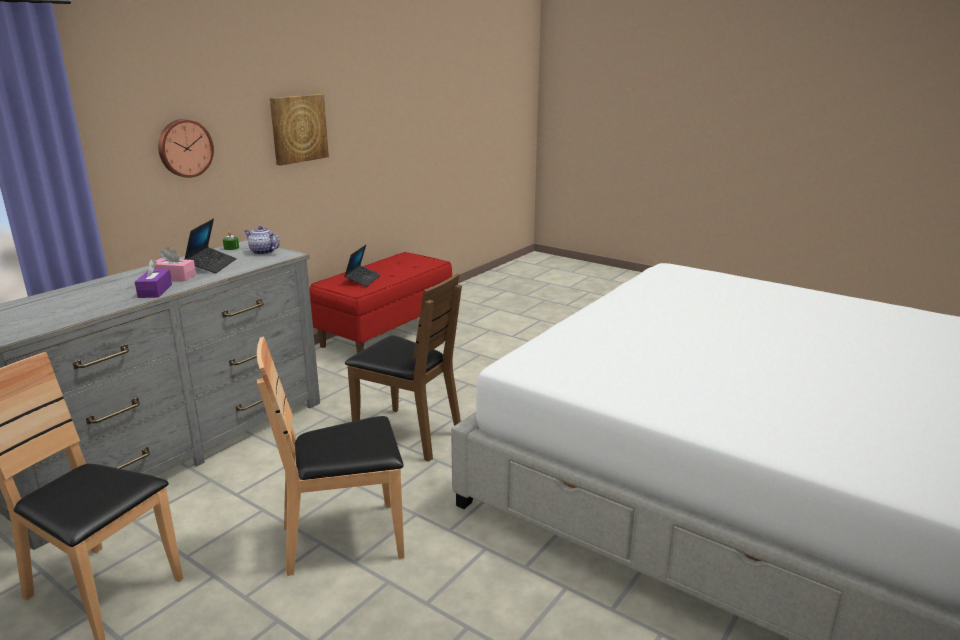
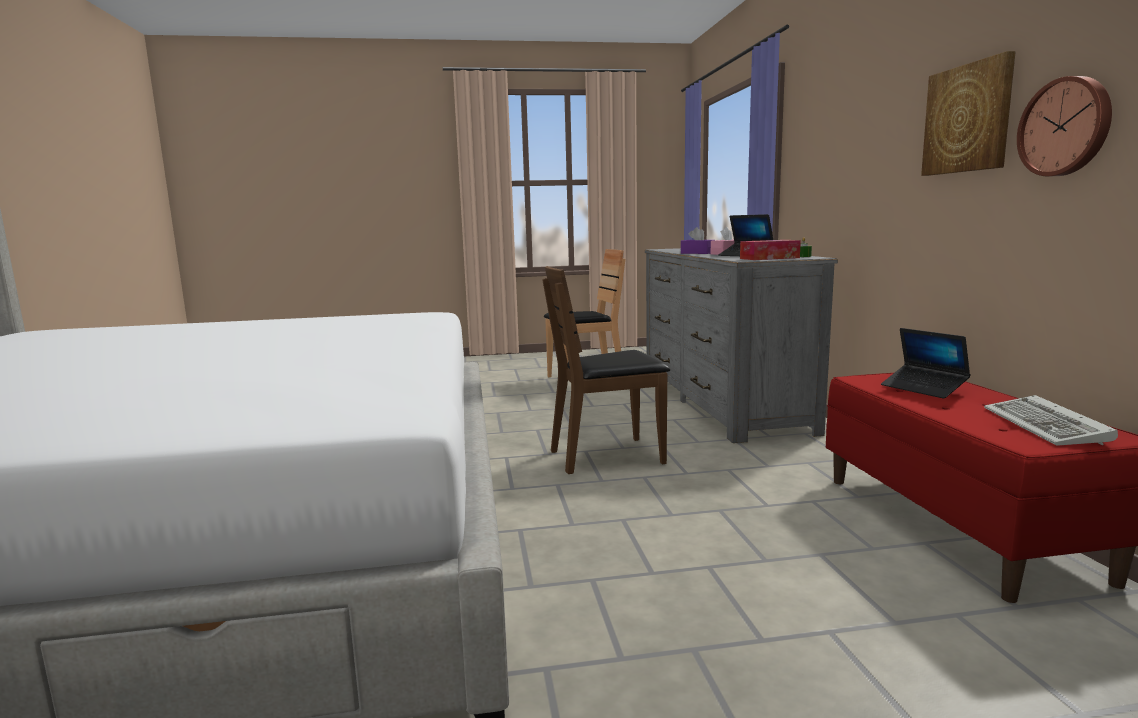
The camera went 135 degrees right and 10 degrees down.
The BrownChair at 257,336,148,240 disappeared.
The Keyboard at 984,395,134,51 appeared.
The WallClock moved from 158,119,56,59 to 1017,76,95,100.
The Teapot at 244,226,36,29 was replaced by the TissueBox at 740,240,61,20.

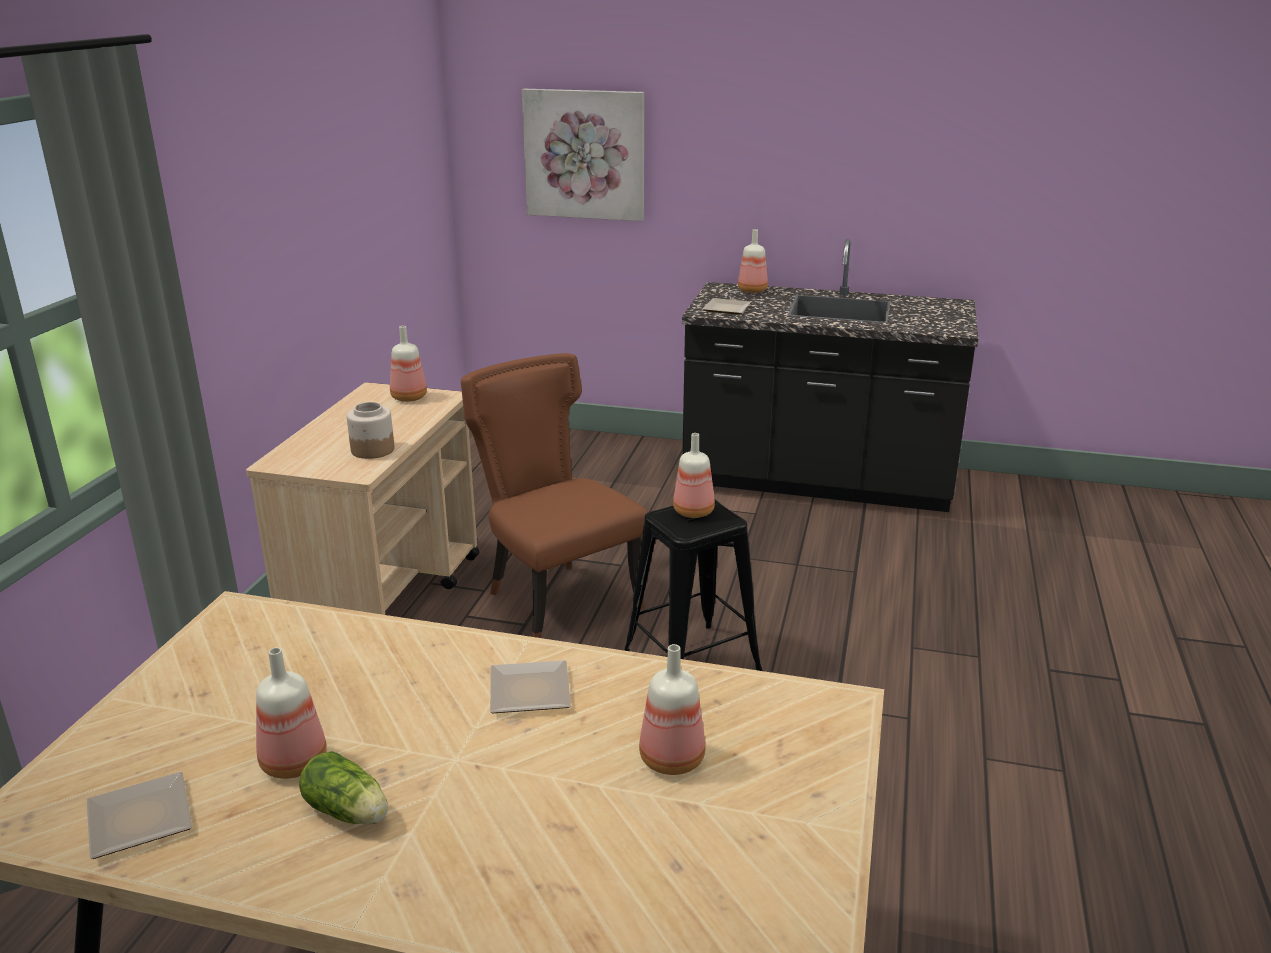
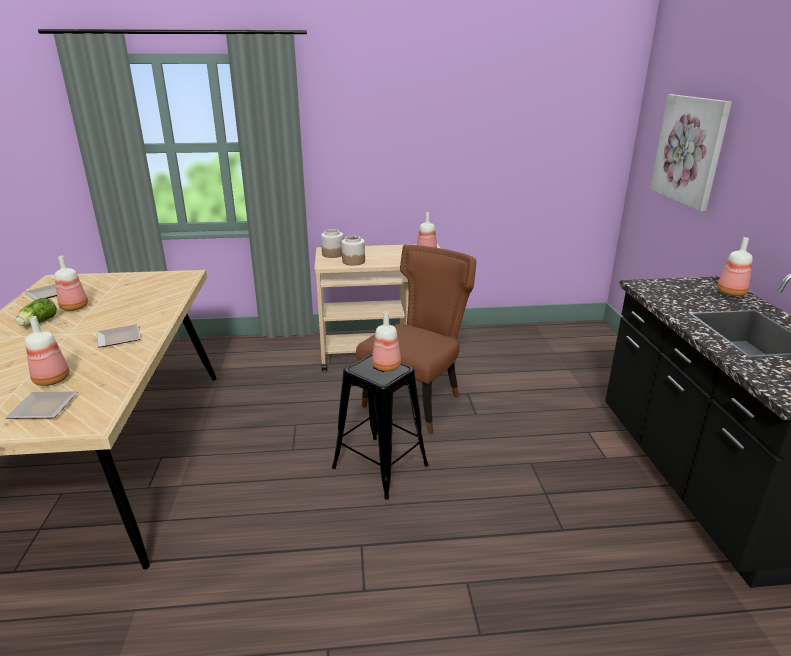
The camera went 70 degrees right and 0 degrees up.
The Jar at 321,229,23,29 appeared.
The Plate moved from 702,298,49,16 to 5,391,72,28.

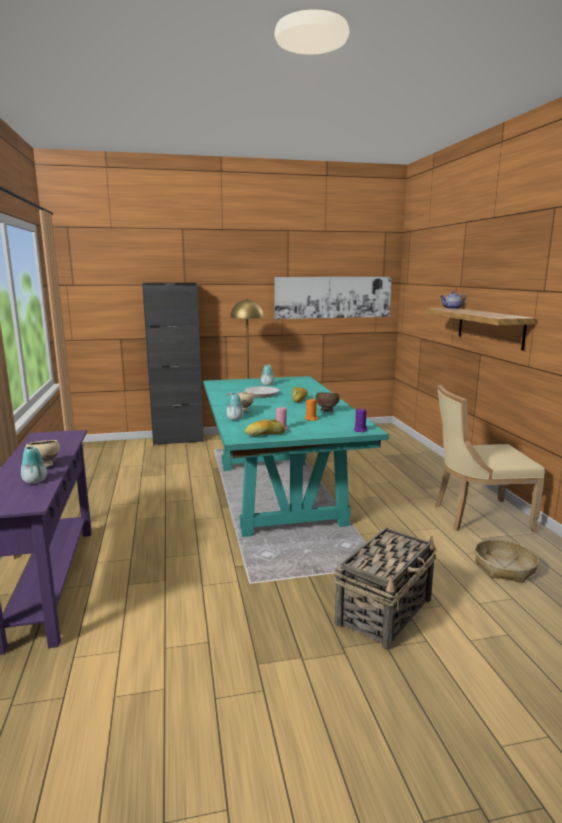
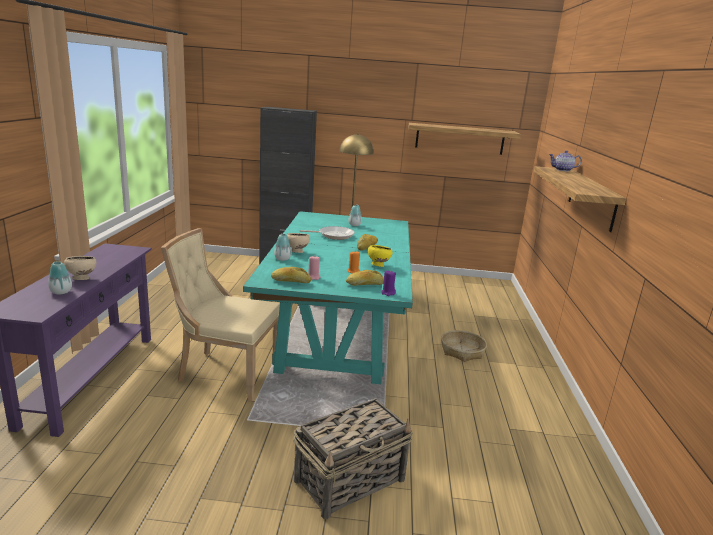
The camera went 15 degrees right and 5 degrees up.
The Bread at 346,270,38,16 appeared.
The BeigeChair moved from 435,385,110,148 to 161,228,119,173.
The Basket moved from 475,539,64,44 to 441,330,46,32.
The Picture at 274,277,118,42 was replaced by the Shelf at 408,123,113,32.
The BrownBowl at 315,392,25,20 became the YellowBowl at 368,245,25,22.

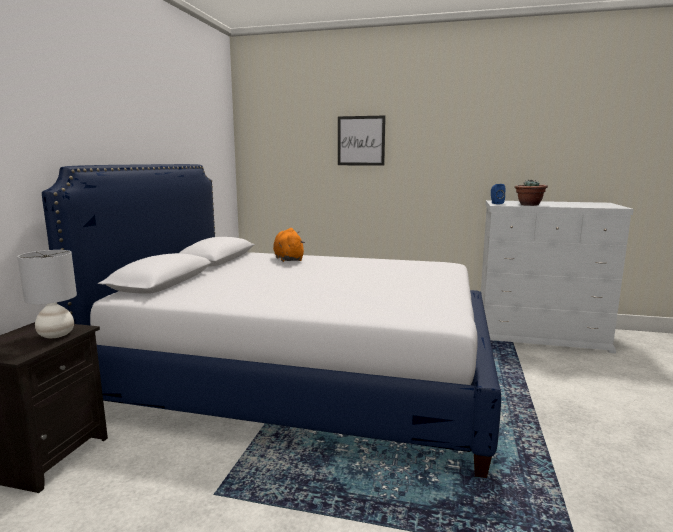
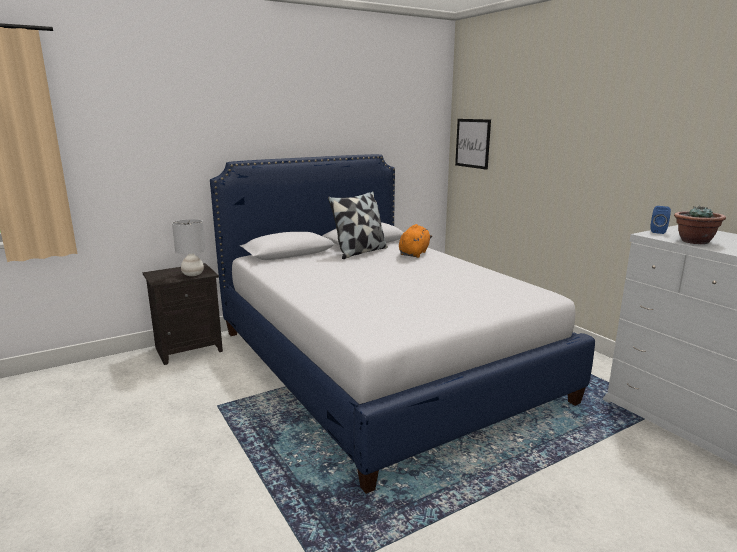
The camera went 45 degrees right and 5 degrees up.
The Pillow at 328,191,60,68 appeared.
The Picture moved from 338,115,48,51 to 455,119,36,51.

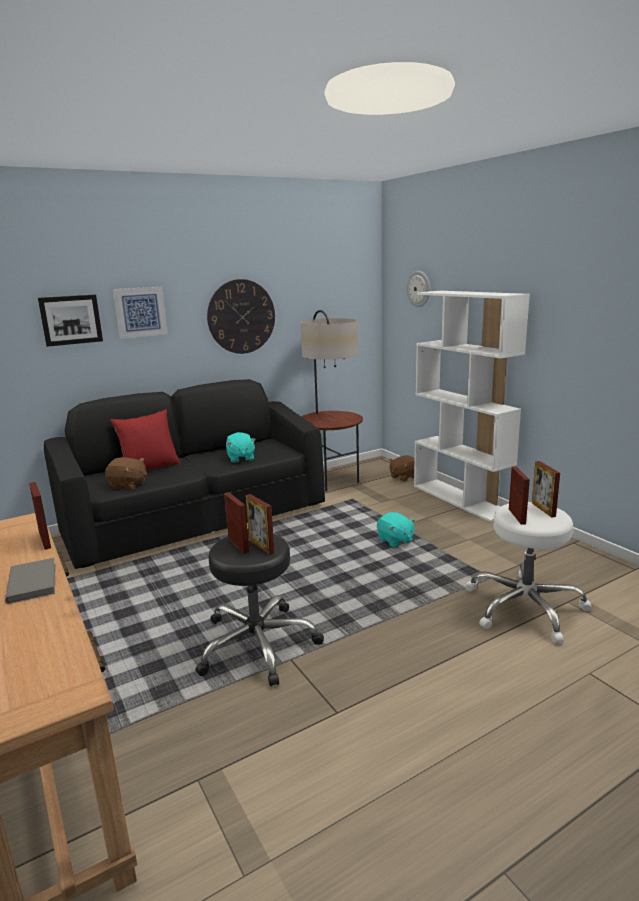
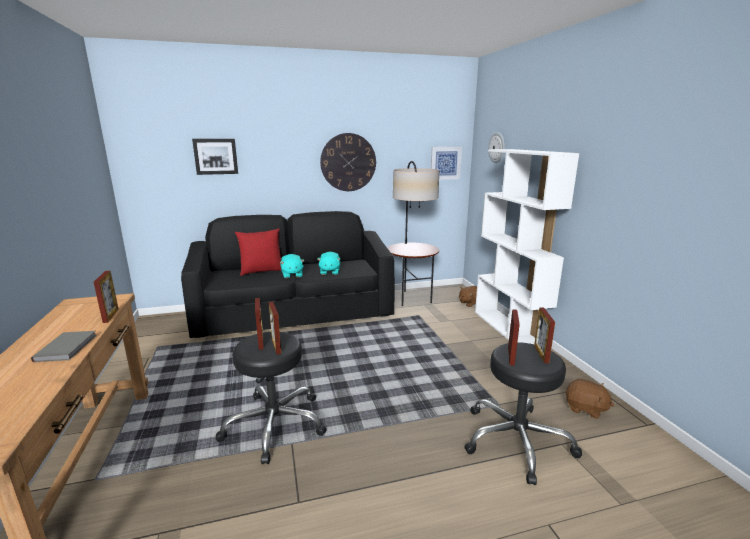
The camera went 15 degrees right and 0 degrees up.
The BrownPlushToy moved from 105,457,42,33 to 565,379,49,40.
The Picture moved from 113,287,55,52 to 431,147,31,33.
The TurquoisePlushToy moved from 377,512,38,35 to 280,254,24,24.
The WhiteStool at 465,502,127,141 became the BlackStool at 464,342,118,143.

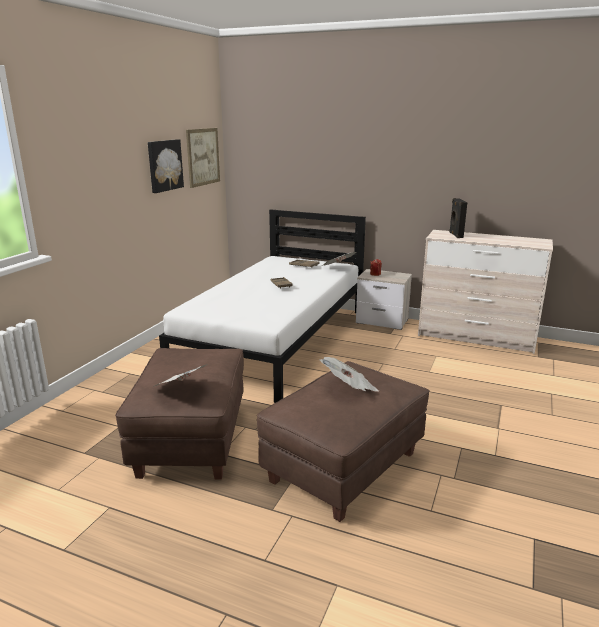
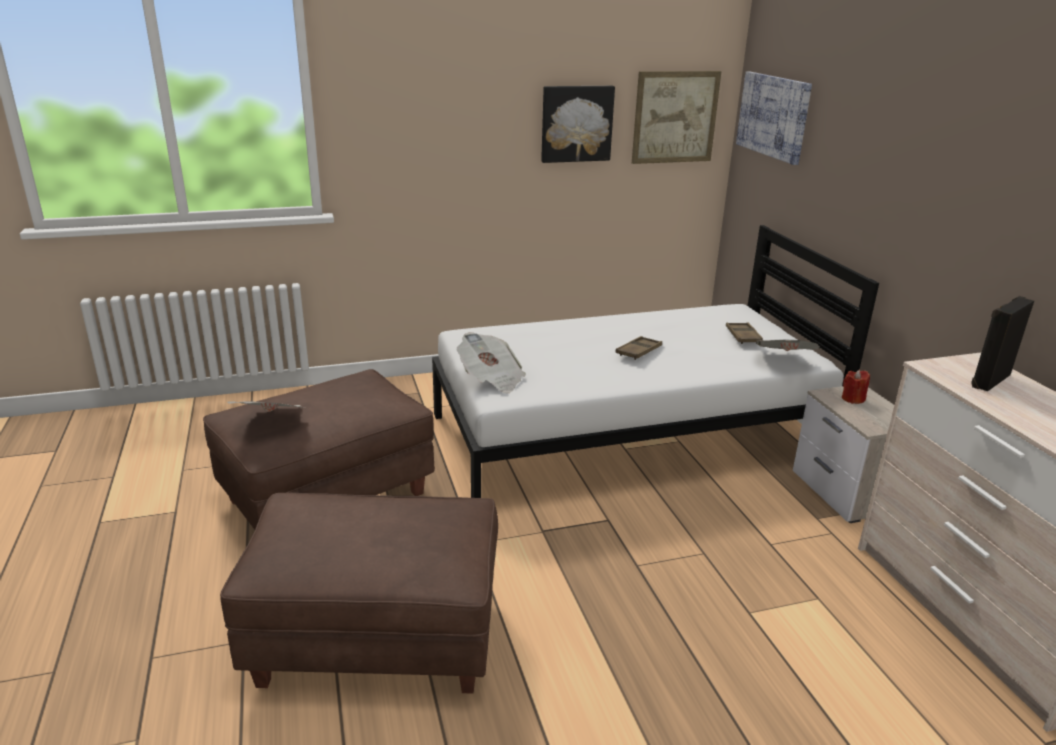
The camera went 50 degrees right and 5 degrees up.
The Picture at 736,71,76,94 appeared.
The Newspaper moved from 319,357,60,35 to 457,332,69,61.

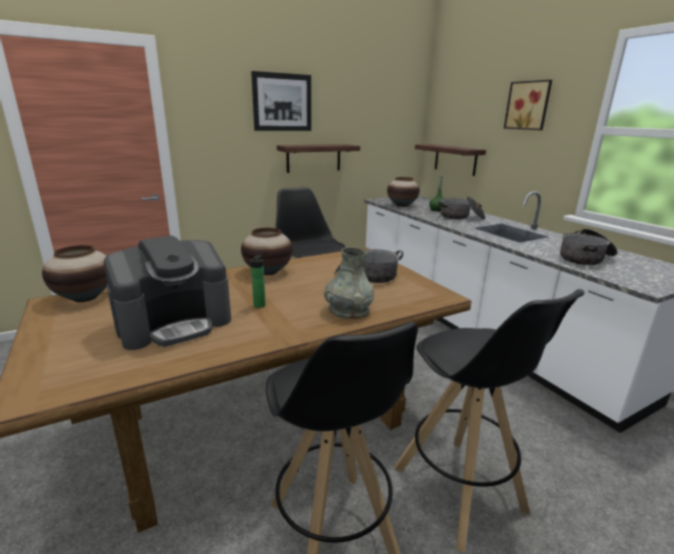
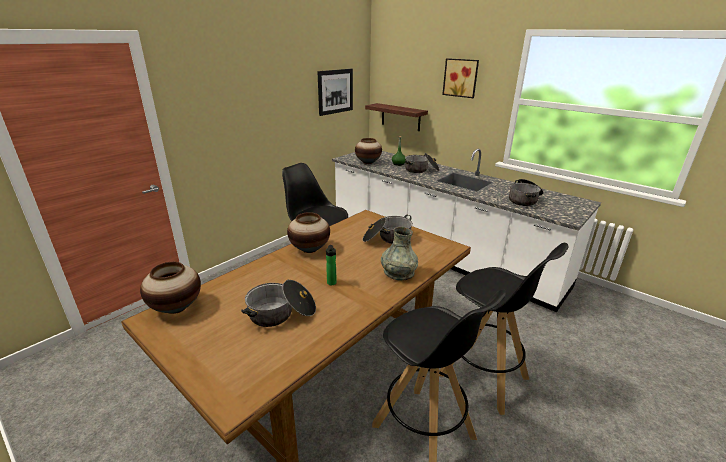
The camera went 20 degrees left and 5 degrees up.
The Shelf at 277,144,83,29 disappeared.
The Picture moved from 251,71,60,60 to 317,69,36,47.
The CoffeeMachine at 104,236,127,114 was replaced by the CookingPot at 241,280,75,47.

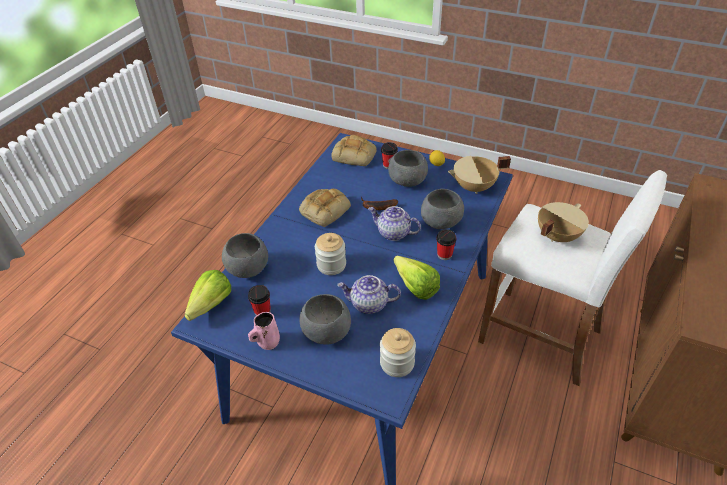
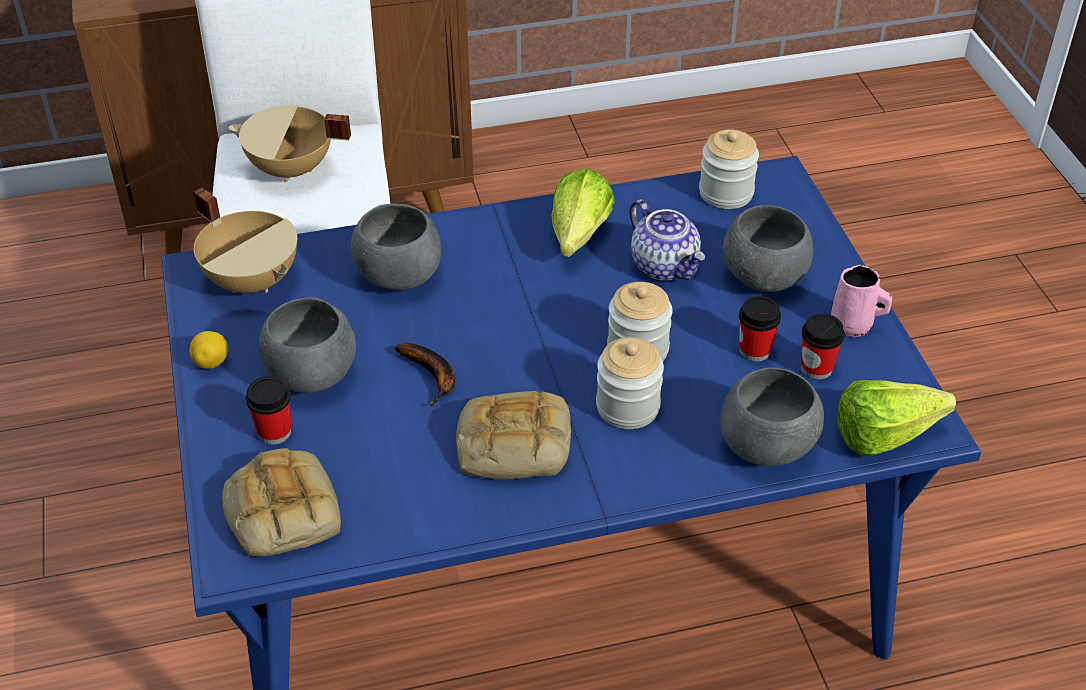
The camera went 130 degrees left and 0 degrees up.
The Teapot at 368,206,53,35 disappeared.
The Jar at 596,337,68,92 appeared.
The Cup moved from 436,229,20,31 to 739,296,42,66.

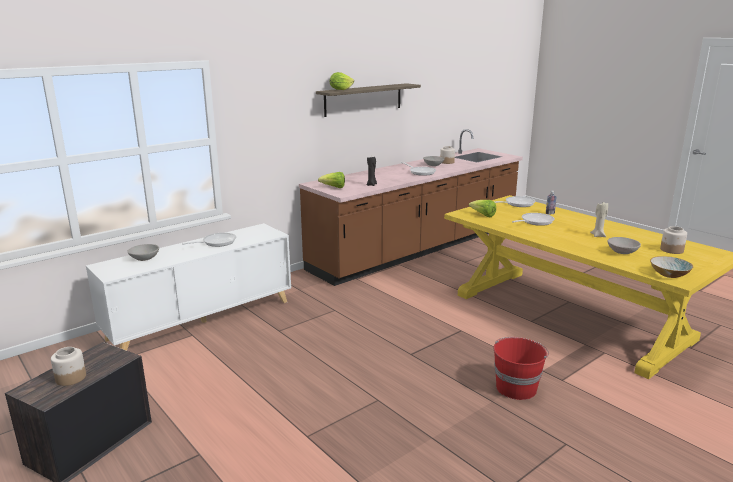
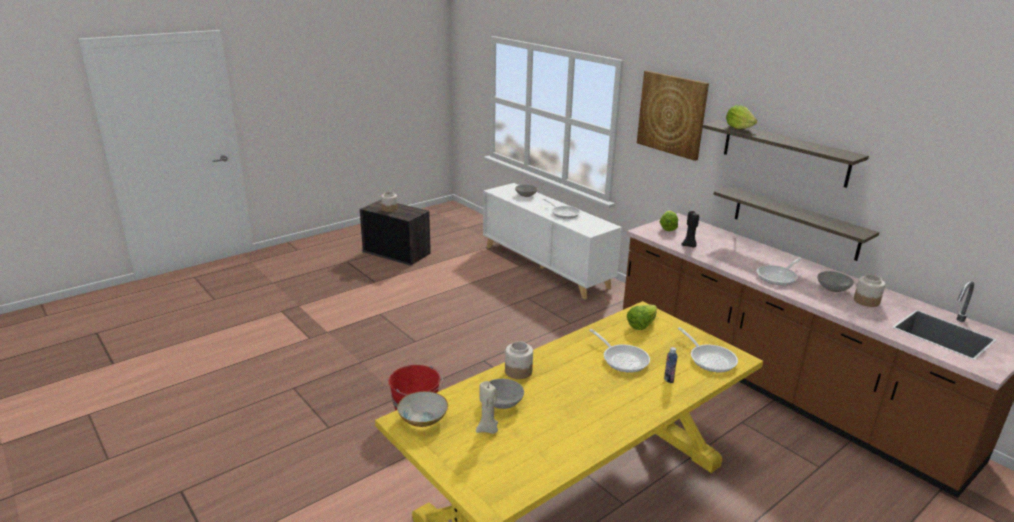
The camera went 90 degrees right and 5 degrees up.
The Picture at 637,71,72,90 appeared.
The Shelf at 713,186,166,75 appeared.
The BeigeCandle moved from 590,202,18,35 to 476,381,22,53.
The Jar moved from 660,226,27,28 to 505,341,28,38.

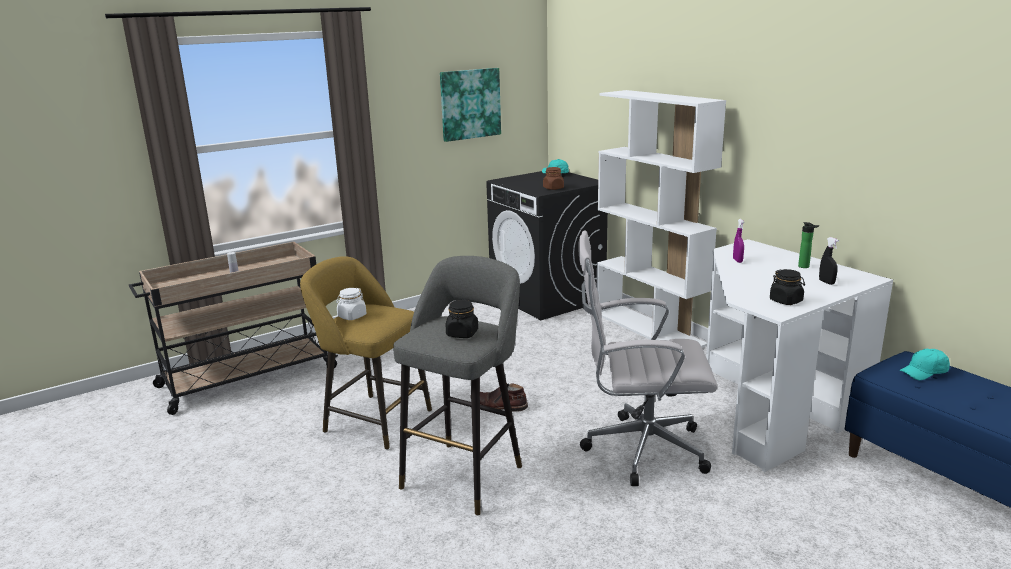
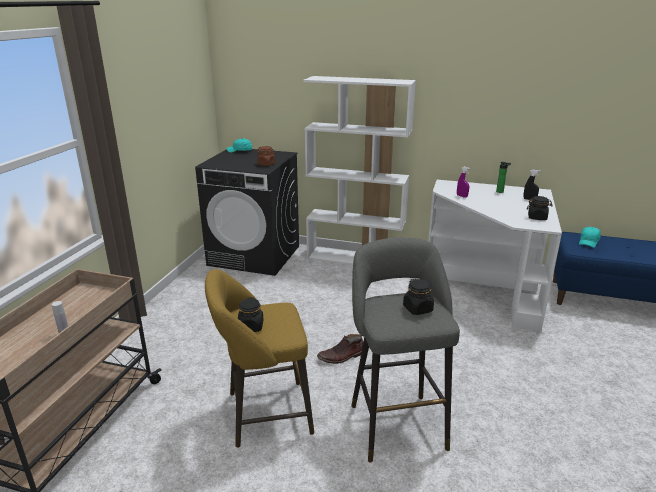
The camera went 40 degrees left and 5 degrees up.
The Picture at 440,68,61,74 disappeared.
The WhiteOfficeChair at 578,231,139,255 disappeared.
The WhiteJar at 336,288,30,32 became the BlackJar at 238,298,25,34.

